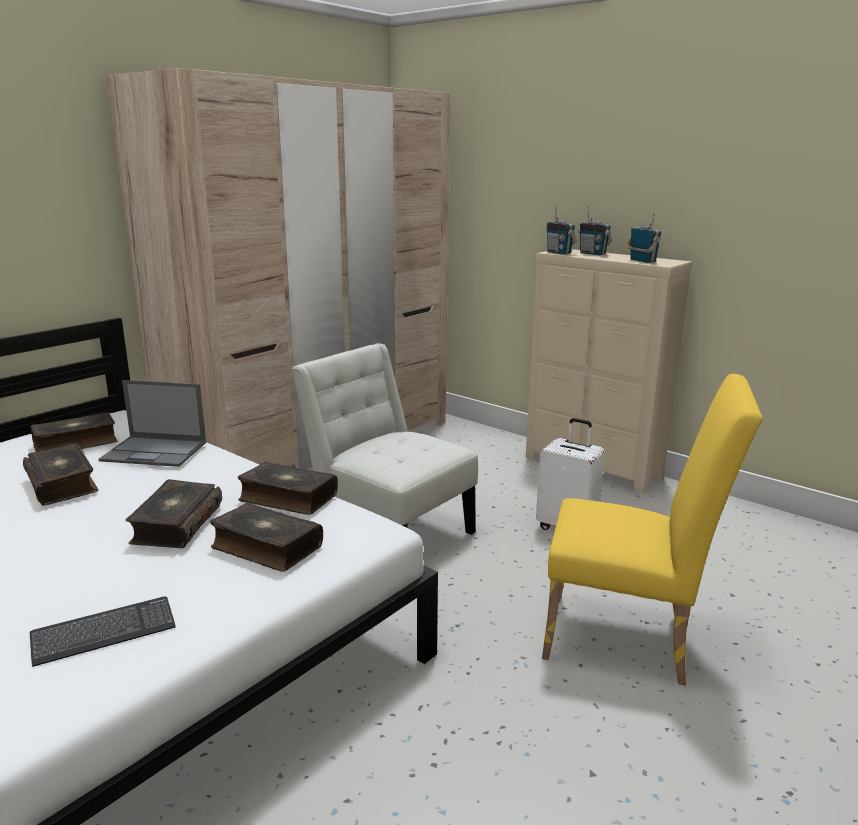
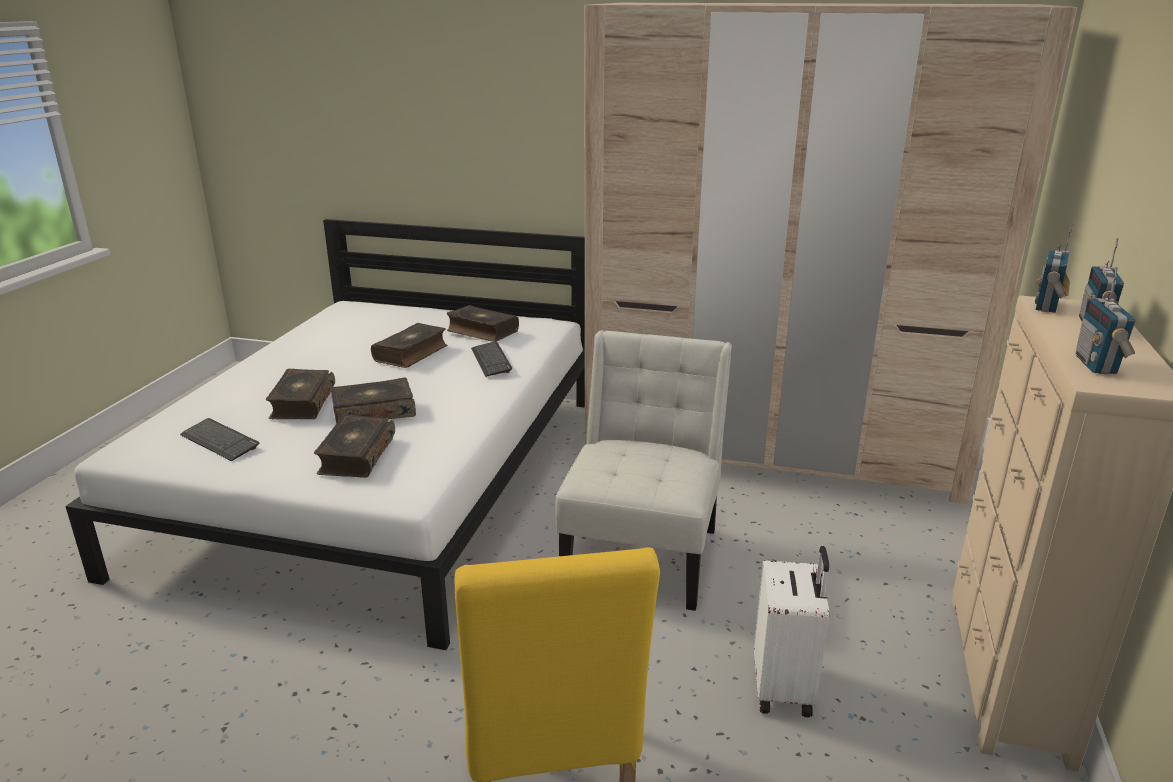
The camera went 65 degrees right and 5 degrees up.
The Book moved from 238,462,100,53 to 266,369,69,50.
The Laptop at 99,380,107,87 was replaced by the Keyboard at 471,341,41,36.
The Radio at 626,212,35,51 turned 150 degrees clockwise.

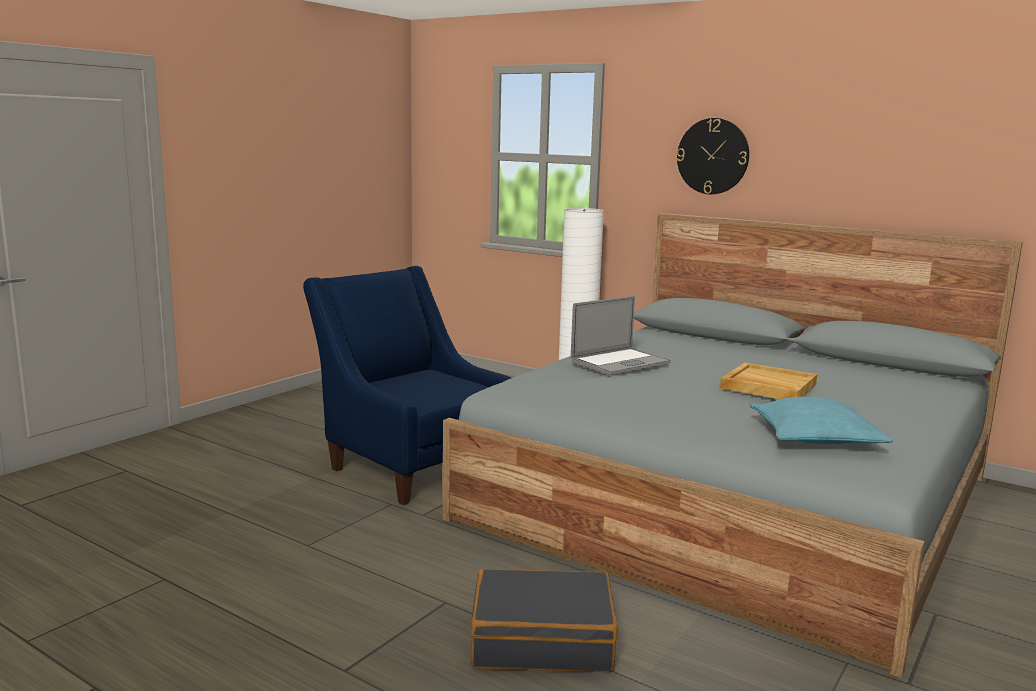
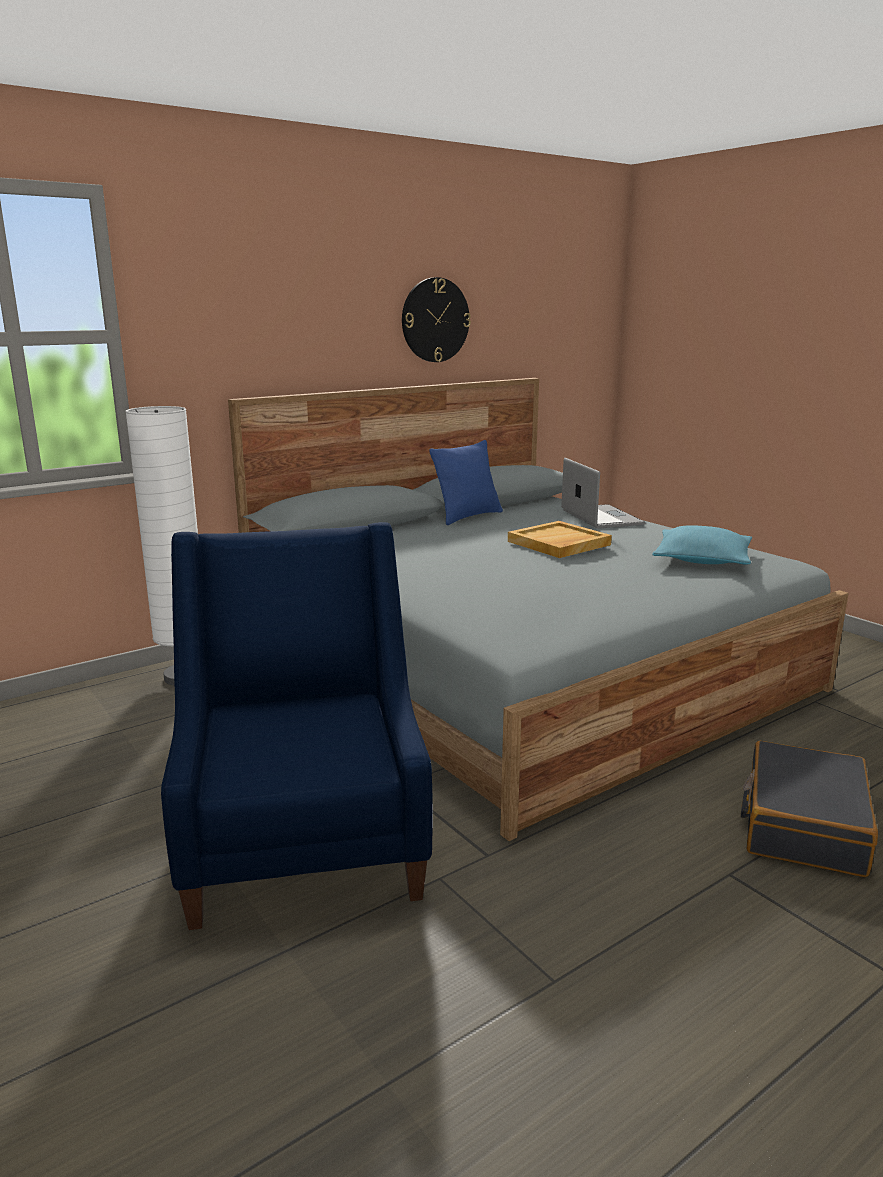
The camera went 70 degrees left and 5 degrees up.
The BluePillow at 429,440,74,85 appeared.
The Laptop moved from 571,296,100,79 to 561,458,84,71.
The WallClock moved from 677,118,72,76 to 402,277,69,85.
The BlueArmchair at 303,266,208,239 turned 105 degrees clockwise.

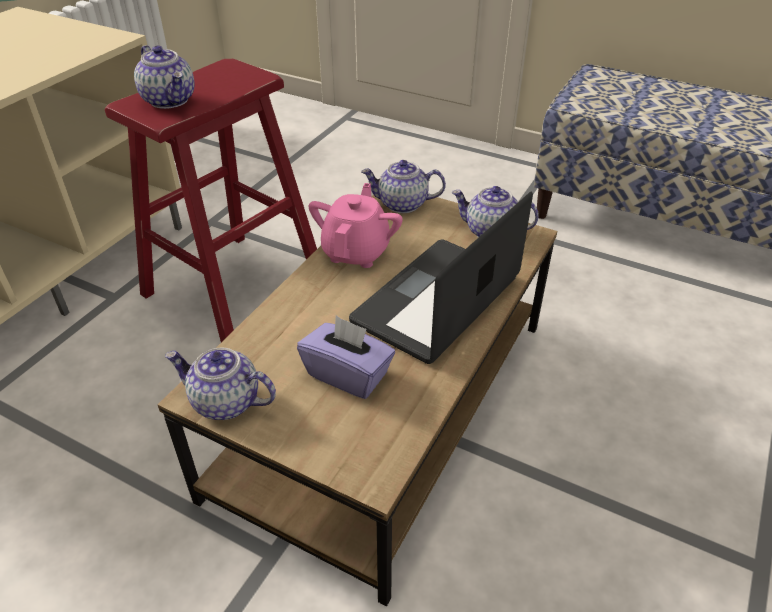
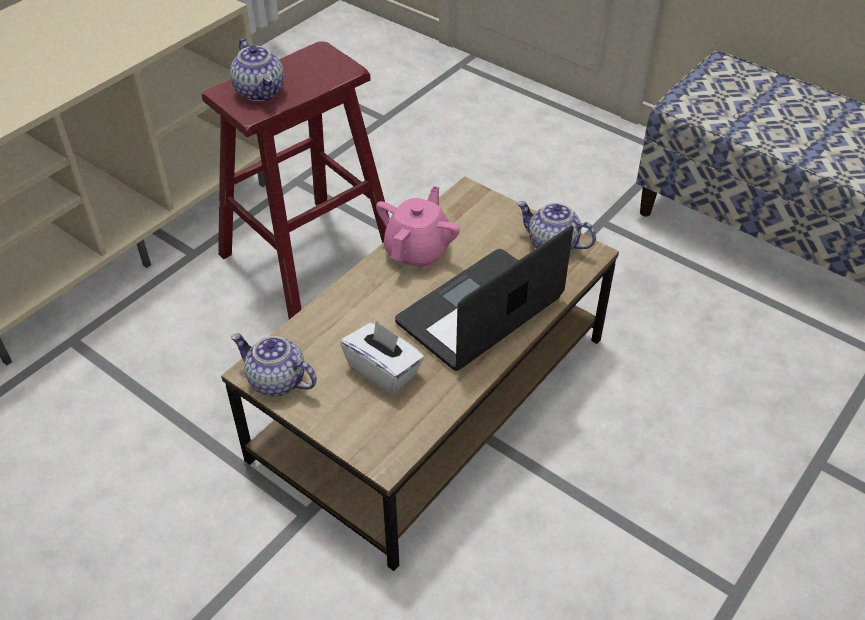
The camera went 10 degrees right and 5 degrees up.
The Teapot at 361,160,85,53 disappeared.
The PurpleTissueBox at 297,315,98,84 became the WhiteTissueBox at 340,321,84,73.

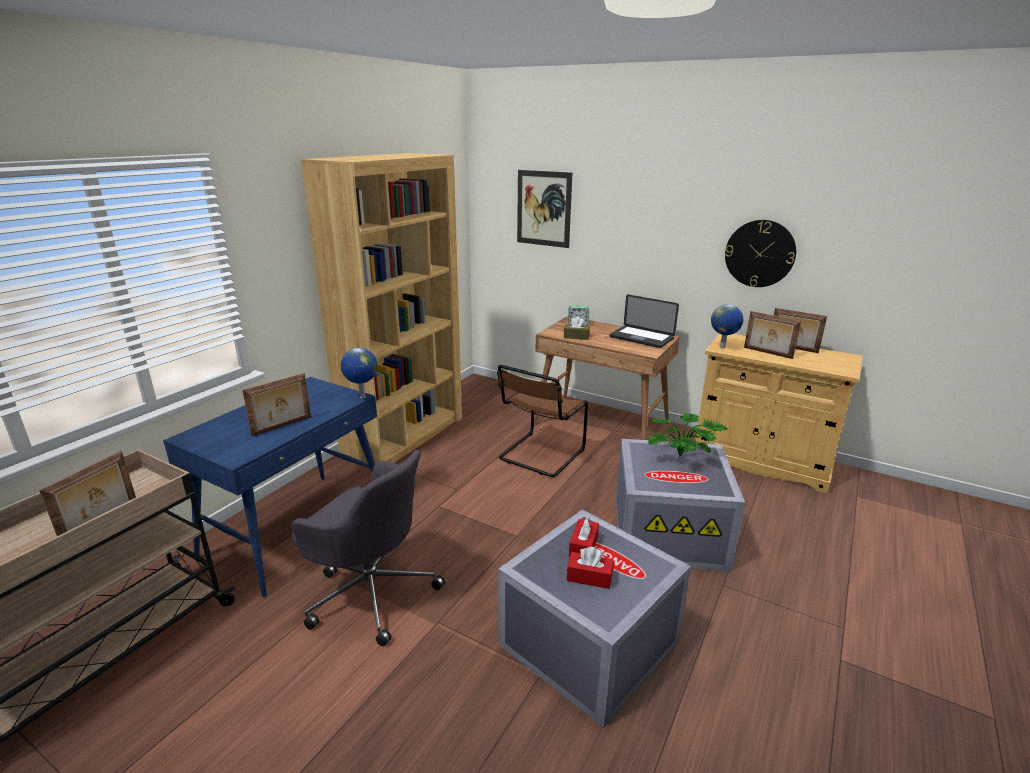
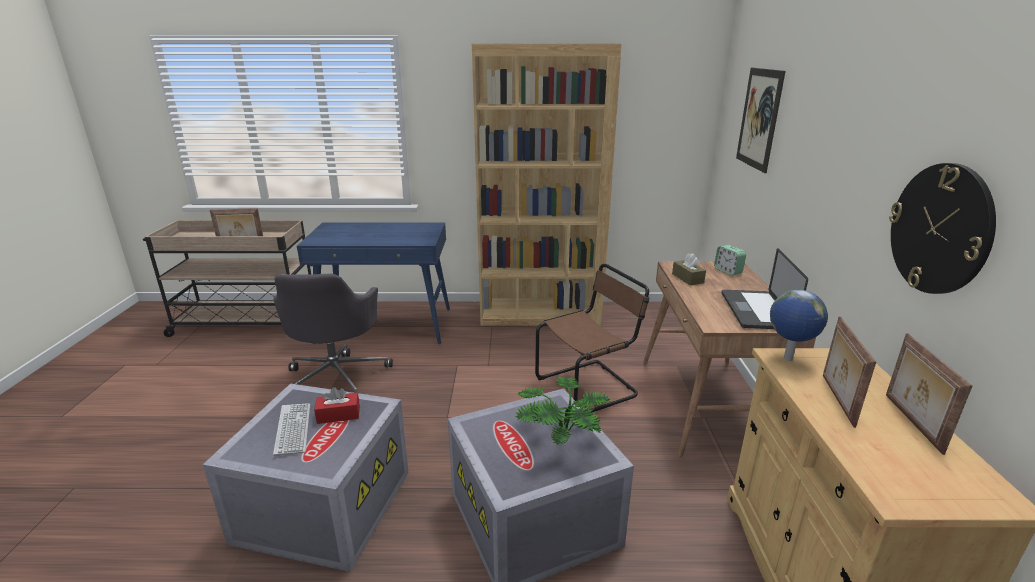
The camera went 60 degrees right and 0 degrees up.
The PictureFrame at 242,373,69,63 disappeared.
The Globe at 341,348,37,50 disappeared.
The RedTissueBox at 567,547,47,42 was replaced by the Keyboard at 273,404,37,52.
The BrownChair at 497,365,91,112 turned 150 degrees clockwise.

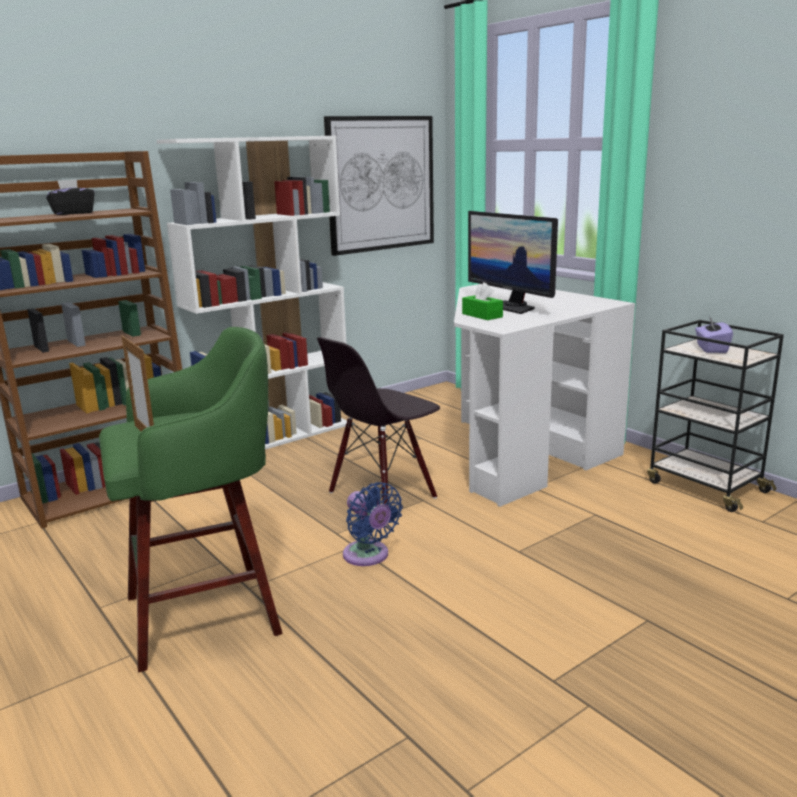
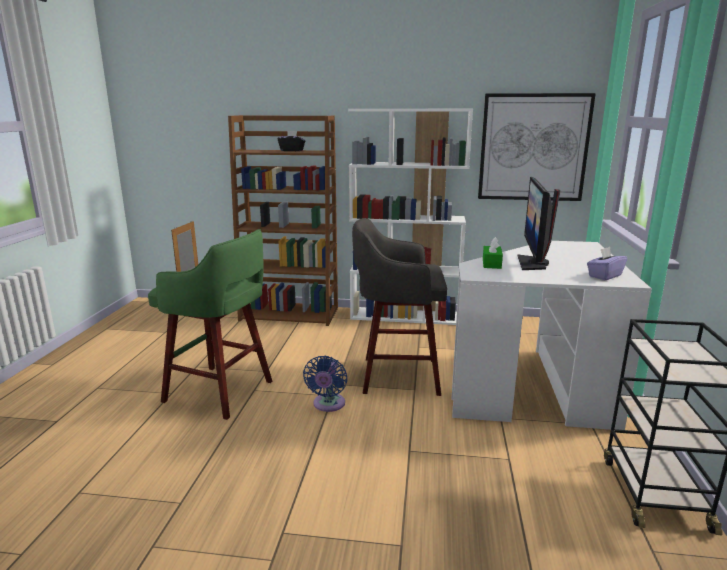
The camera went 45 degrees right and 0 degrees up.
The PurpleTissueBox moved from 695,316,38,37 to 587,247,40,33.
The BlackChair at 317,337,123,169 was replaced by the GreyStool at 352,218,95,178.

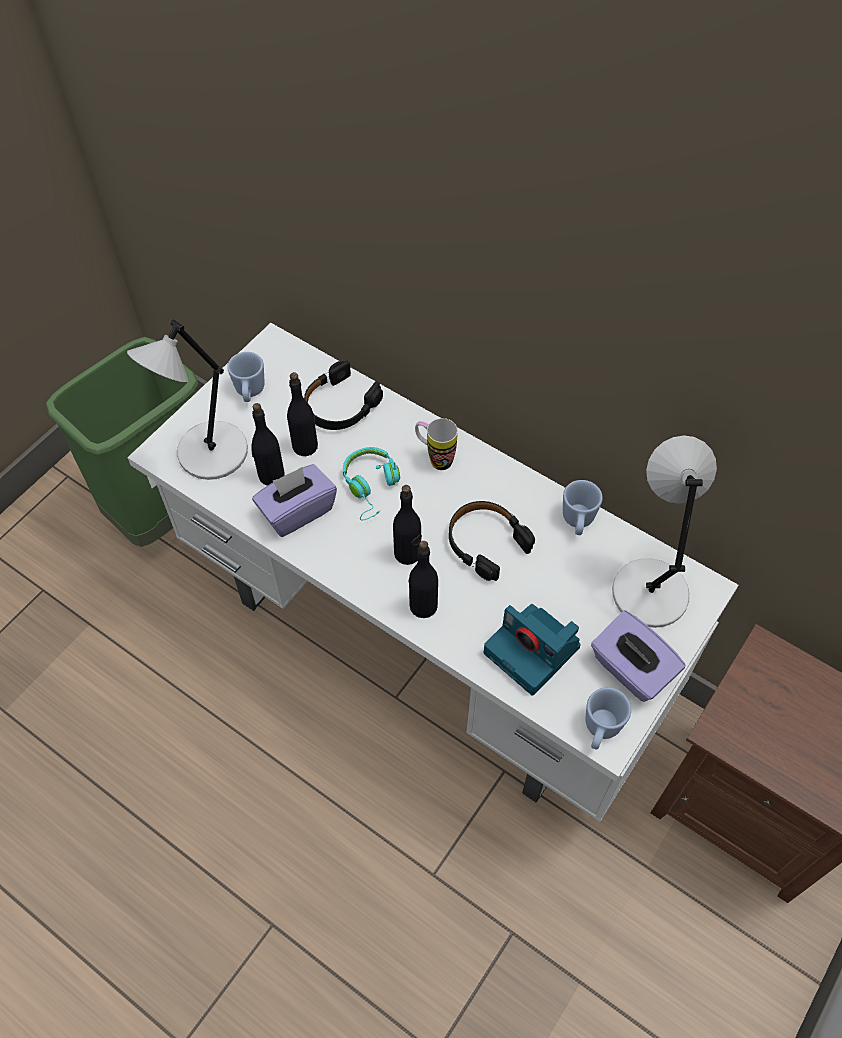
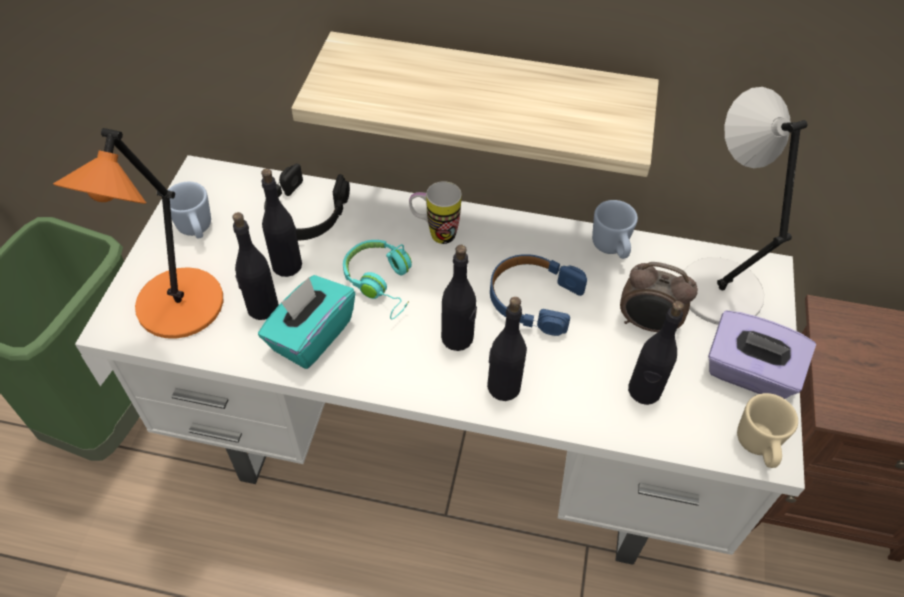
The camera went 25 degrees left and 5 degrees down.
The Shelf at 291,32,368,145 appeared.
The AlarmClock at 620,262,78,70 appeared.
The PhotoCamera at 484,604,97,91 was replaced by the BlackBottle at 628,301,56,104.
The GreyTableLamp at 127,320,121,160 became the OrangeTableLamp at 53,128,170,211.
The PurpleTissueBox at 252,464,85,73 became the TurquoiseTissueBox at 258,275,98,94.
The BlackHeadphones at 449,501,86,80 became the BlueHeadphones at 490,254,97,82.
The BlueMug at 586,687,45,63 became the BeigeMug at 737,393,61,75.

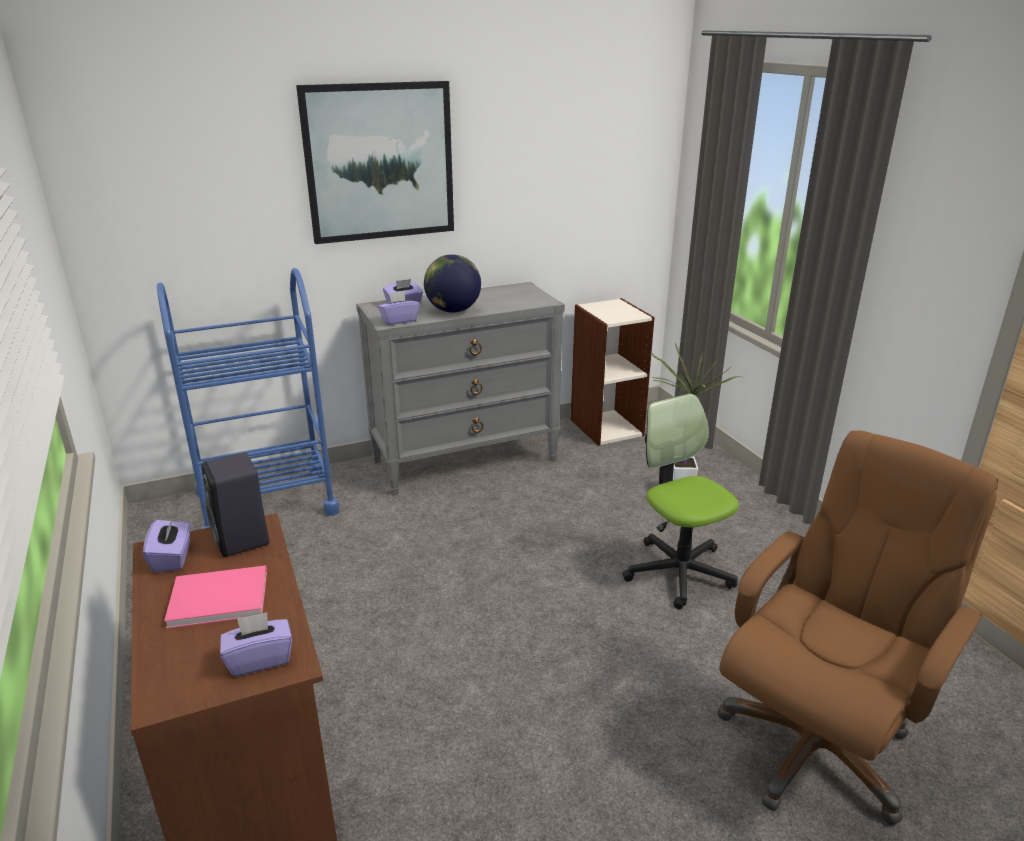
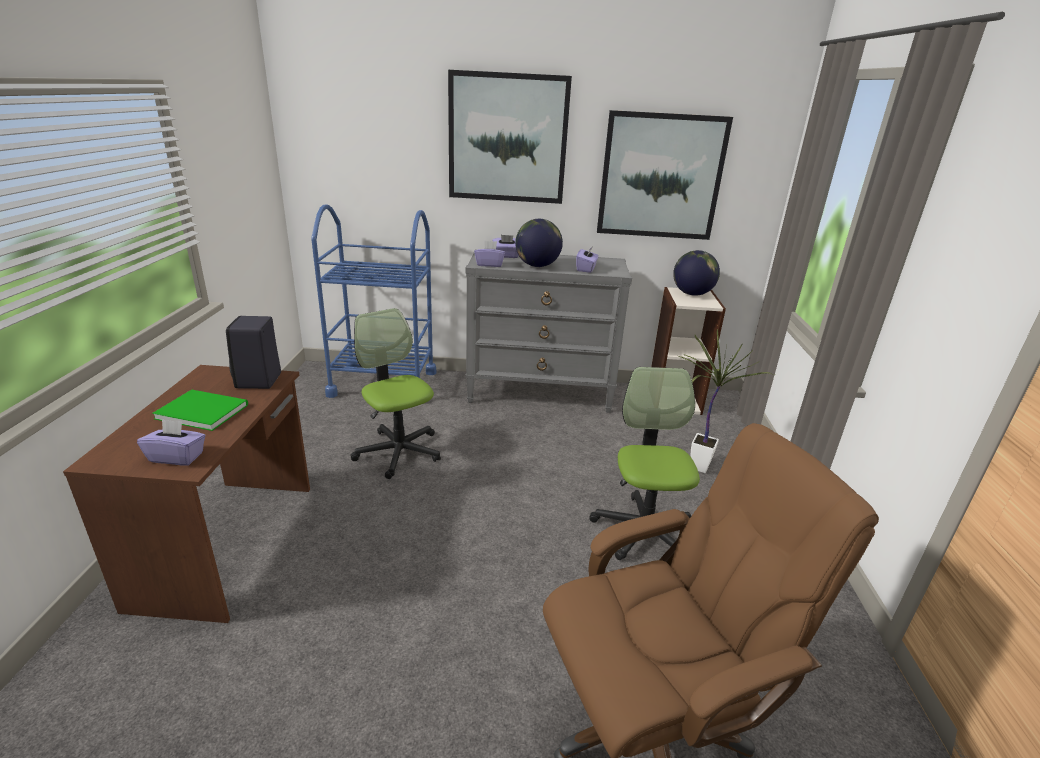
The camera went 25 degrees right and 0 degrees up.
The OfficeChair at 351,308,90,171 appeared.
The Picture at 597,110,136,130 appeared.
The Globe at 673,250,47,46 appeared.
The PurpleTissueBox moved from 143,515,48,58 to 576,246,23,27.
The PinkBook at 164,565,103,64 became the GreenBook at 152,389,96,42.

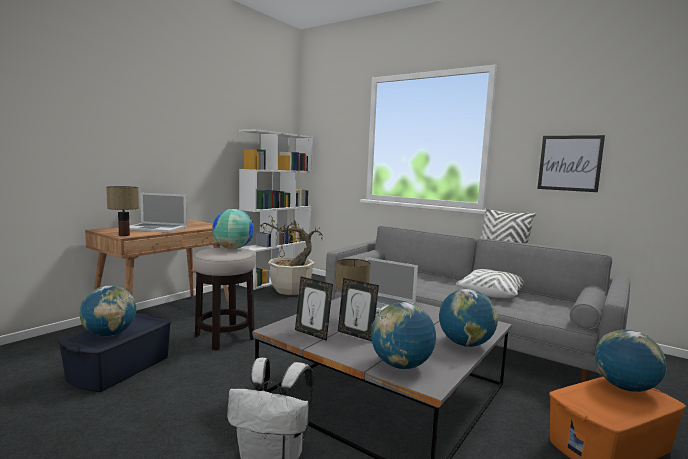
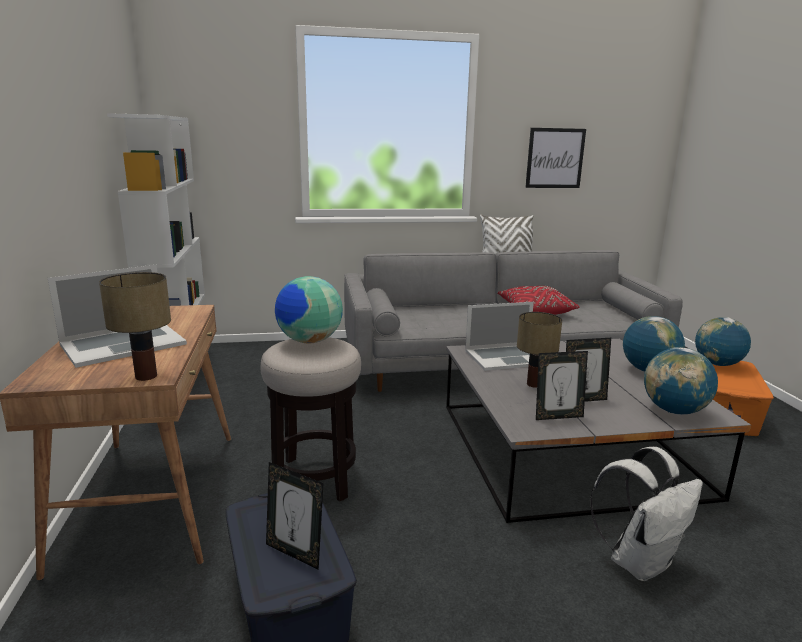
The camera went 45 degrees left and 10 degrees up.
The PottedPlant at 260,214,63,81 disappeared.
The Globe at 79,286,57,50 was replaced by the PictureFrame at 266,462,58,108.
The WhitePillow at 456,269,68,29 became the RedPillow at 498,286,81,29.

